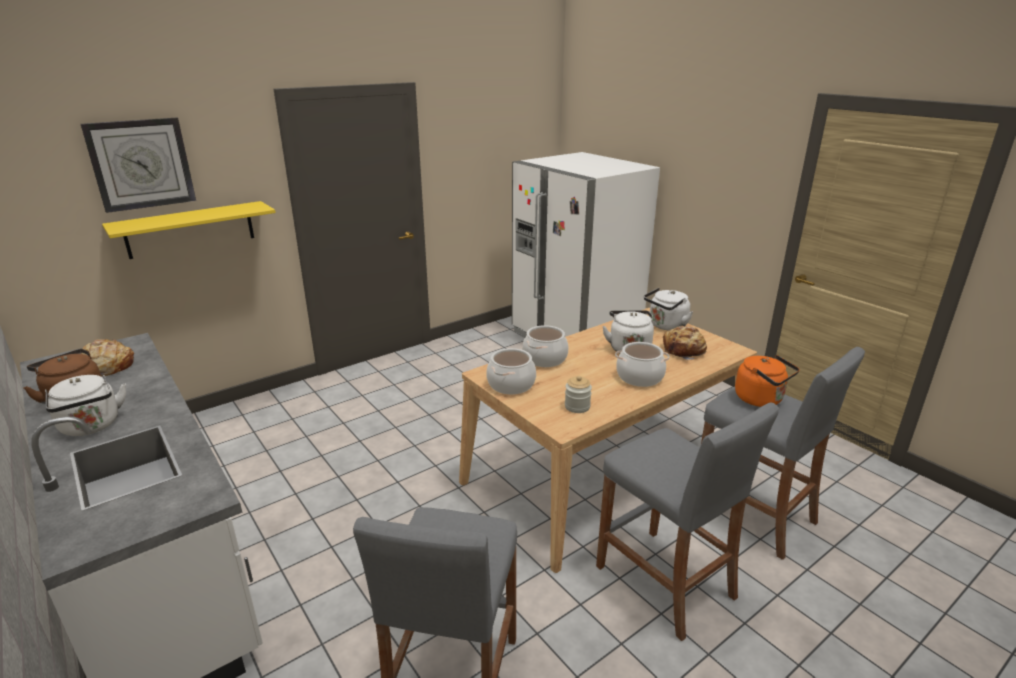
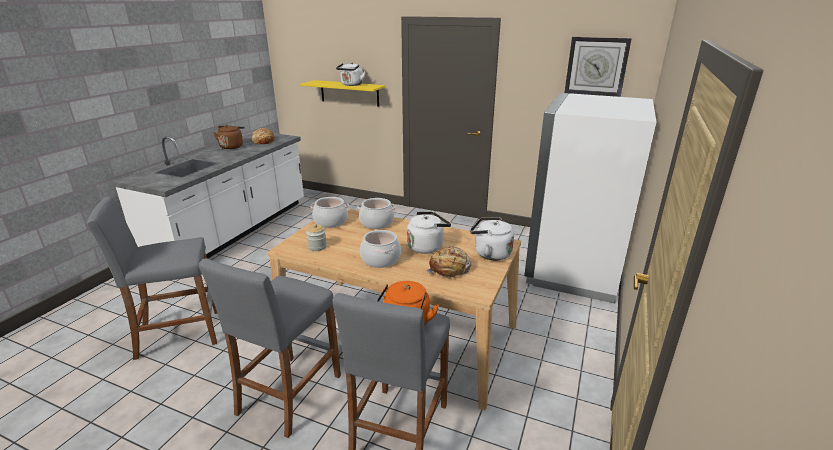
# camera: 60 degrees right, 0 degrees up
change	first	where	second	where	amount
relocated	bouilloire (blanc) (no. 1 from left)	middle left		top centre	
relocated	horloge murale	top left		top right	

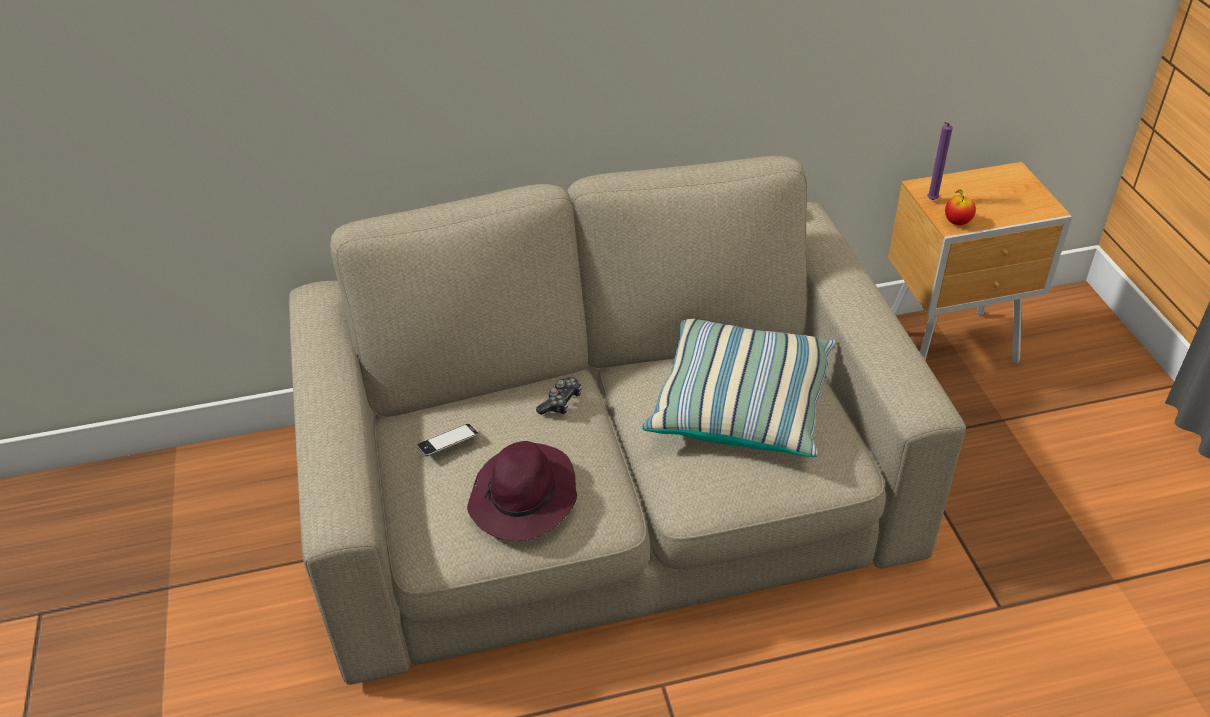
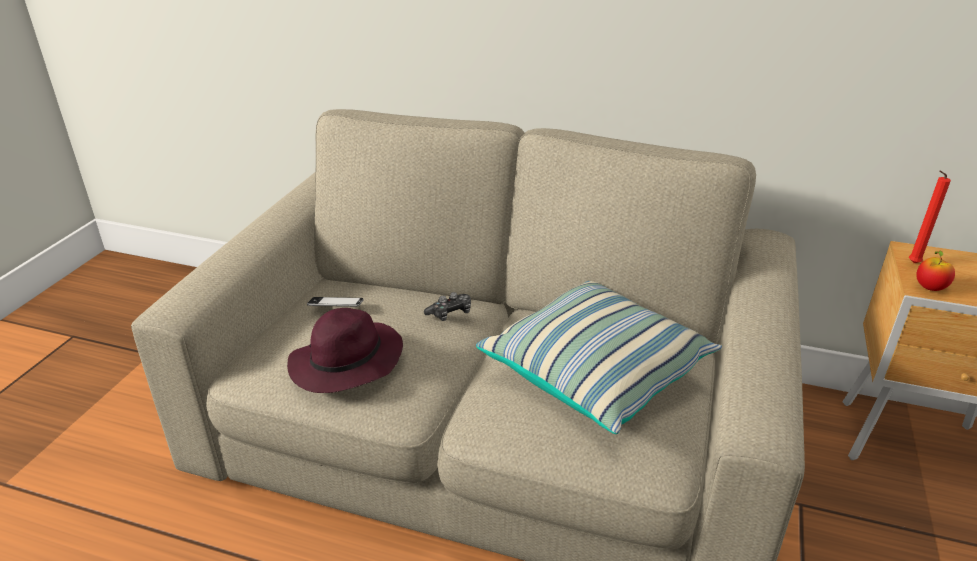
# camera: 30 degrees right, 10 degrees down
change	first	where	second	where	amount
colour	bougie (violet)	top right	bougie (rouge)	middle right	

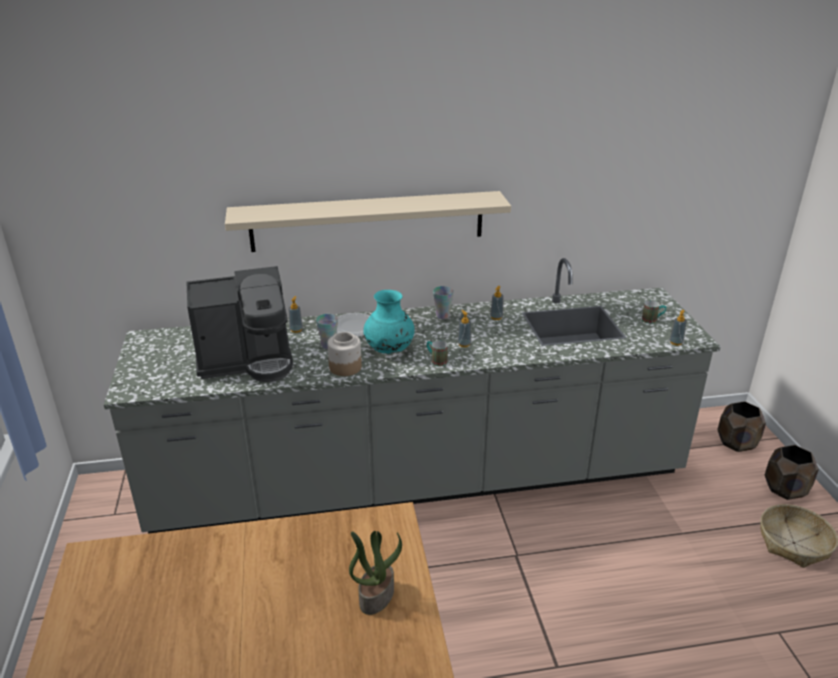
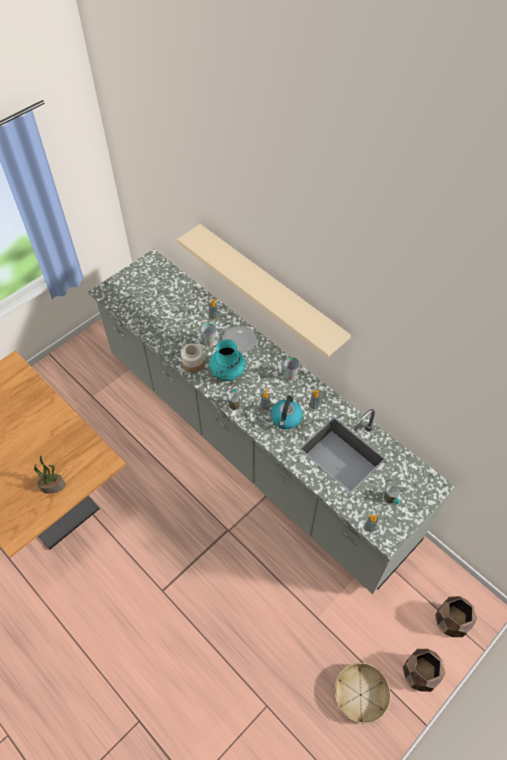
# camera: 55 degrees right, 25 degrees up
change	first	where	second	where	amount
missing	machine à café	middle left			
appeared			bouilloire	centre	

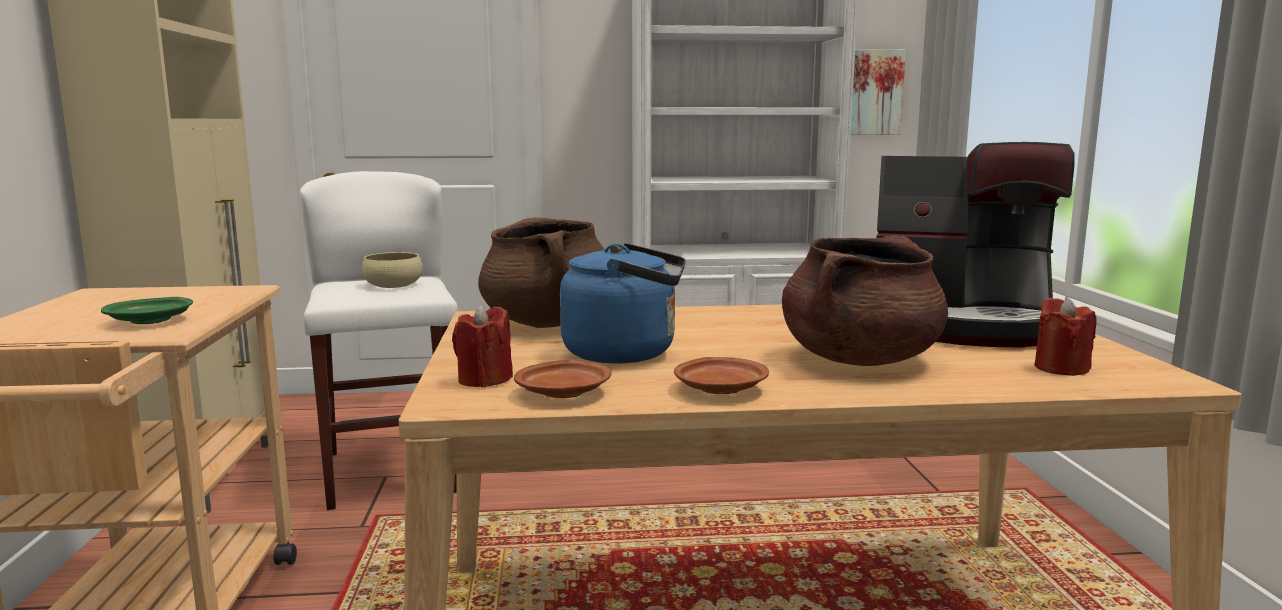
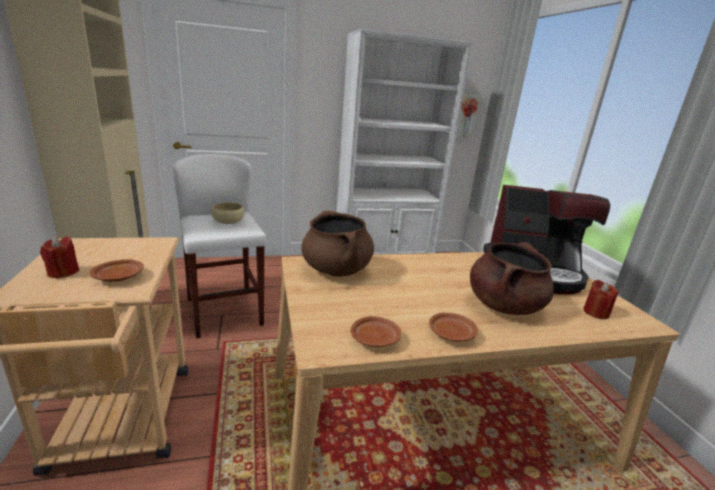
# camera: 10 degrees left, 10 degrees up
change	first	where	second	where	amount
missing	bouilloire (bleu)	centre			
relocated	bougie (rouge) (no. 1 from left)	centre		middle left	
colour	assiette (vert)	middle left	assiette (marron) (no. 1 from left)	middle left	

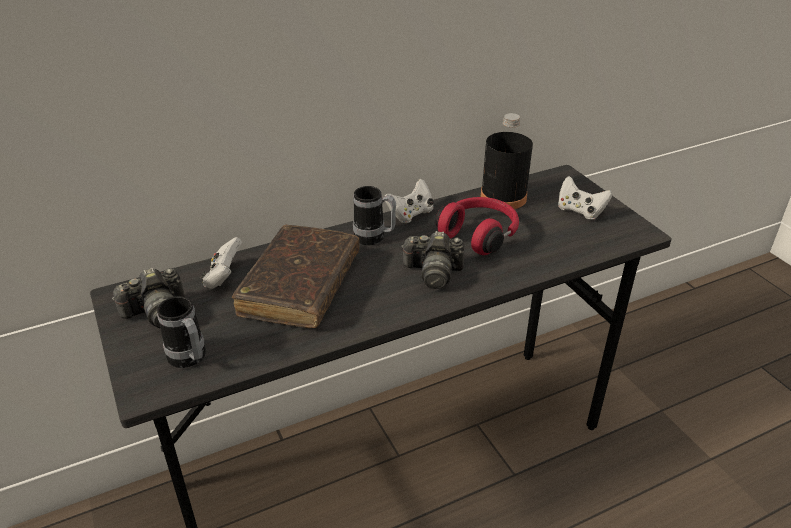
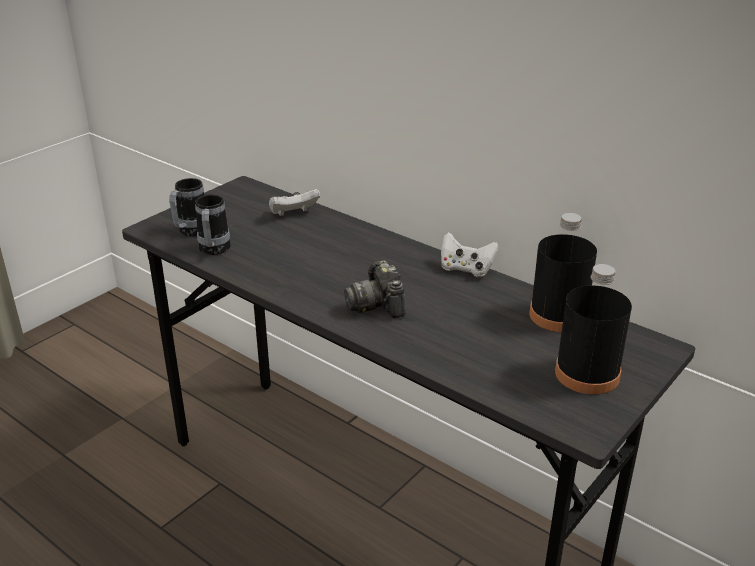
# camera: 65 degrees right, 5 degrees down
change	first	where	second	where	amount
missing	appareil photo (no. 1 from left)	middle left			
missing	livre (marron)	centre			
missing	casque audio (rouge)	centre			
relocated	mug (no. 2 from left)	centre		middle left	
exchanged	manette (blanc) (no. 3 from left)	middle right	bouteille (noir) (no. 2 from left)	middle right	

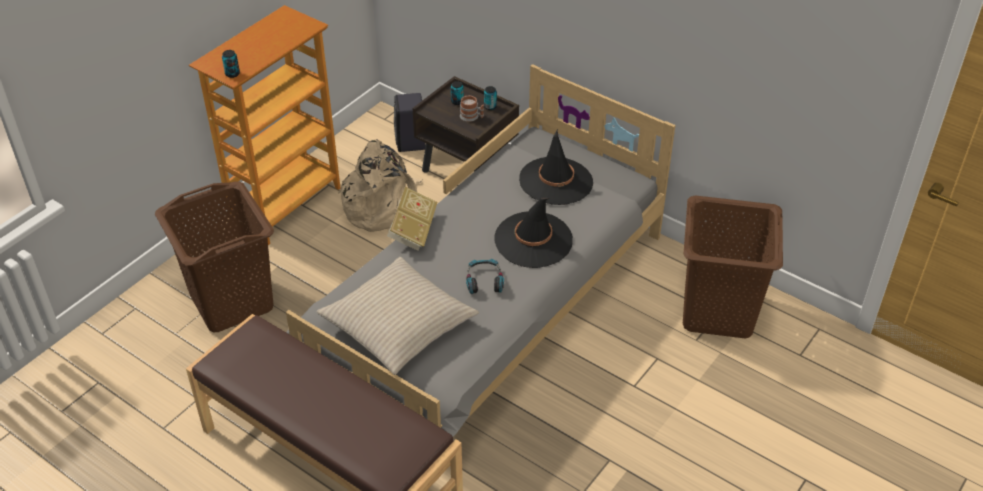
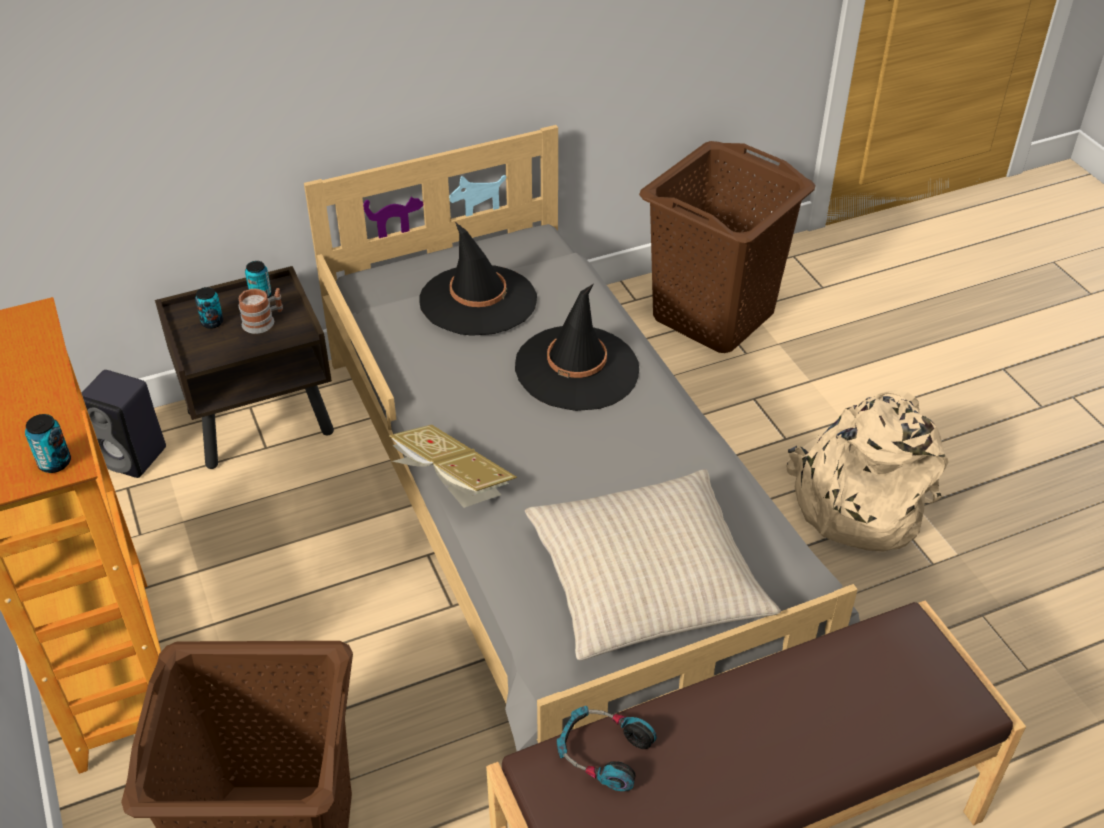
# camera: 60 degrees left, 0 degrees up
change	first	where	second	where	amount
relocated	sac à dos (beige)	centre		middle right	
relocated	casque audio	centre		bottom centre	

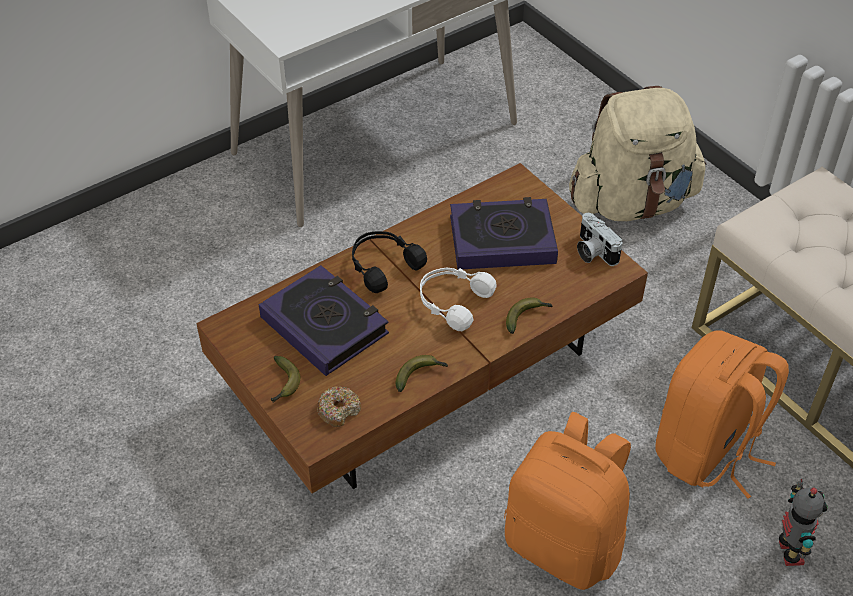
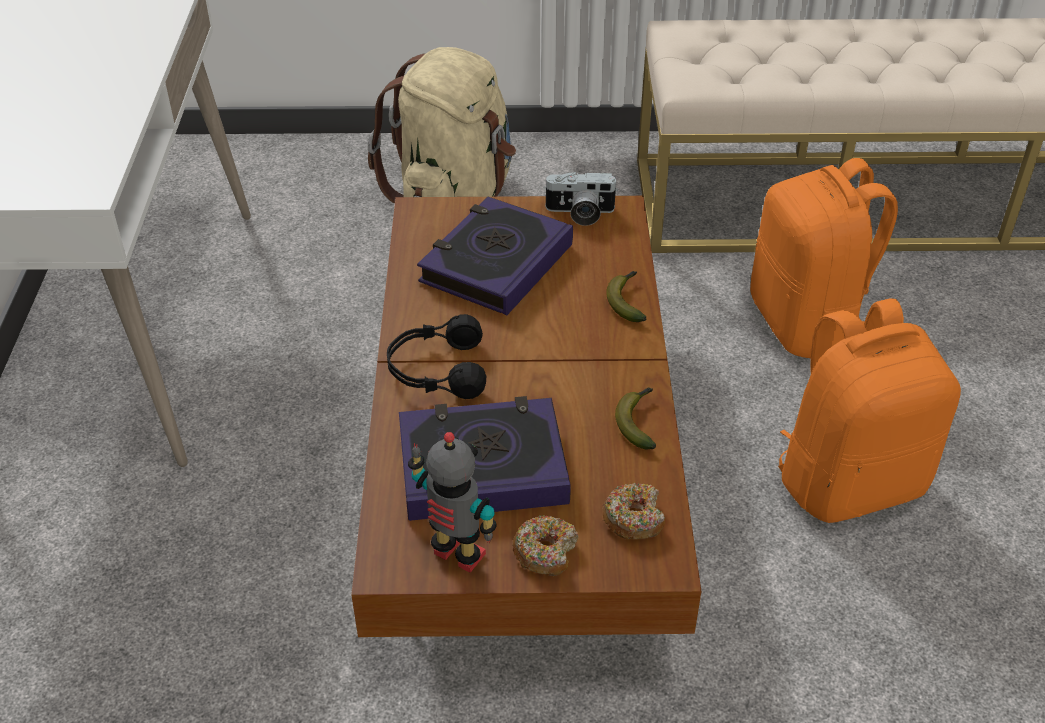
# camera: 55 degrees left, 5 degrees down
change	first	where	second	where	amount
missing	casque audio (blanc)	centre			
relocated	robot jouet	bottom right		bottom centre	
exchanged	banane (no. 1 from left)	centre	beignet (no. 1 from left)	bottom centre	

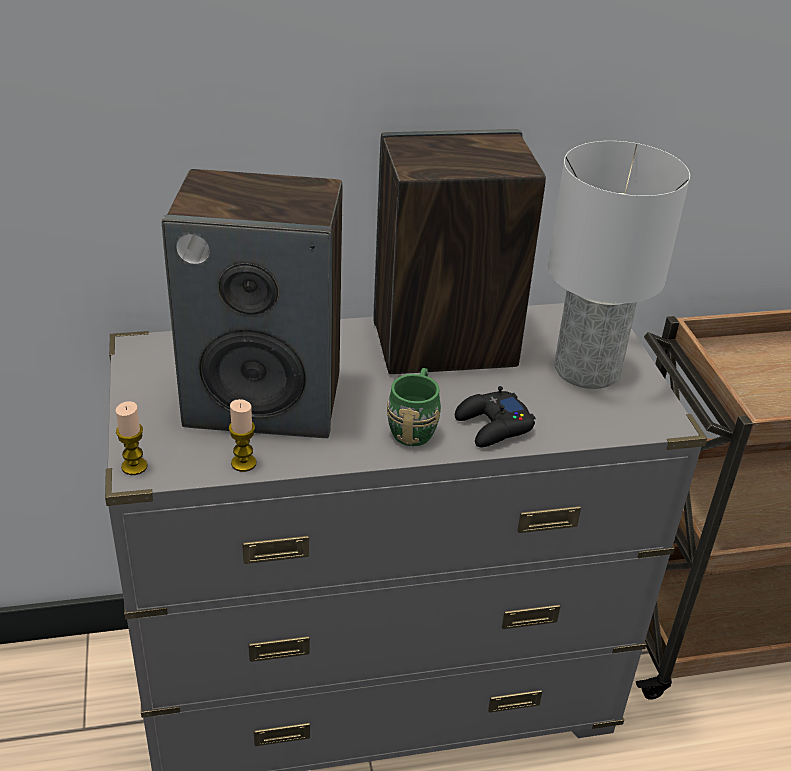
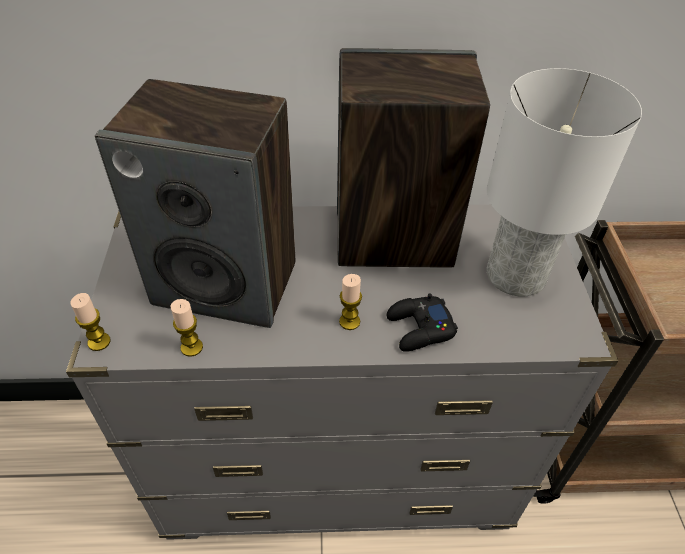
# camera: 10 degrees right, 10 degrees up
change	first	where	second	where	amount
exchanged	mug (vert)	centre	bougie (no. 3 from left)	centre	

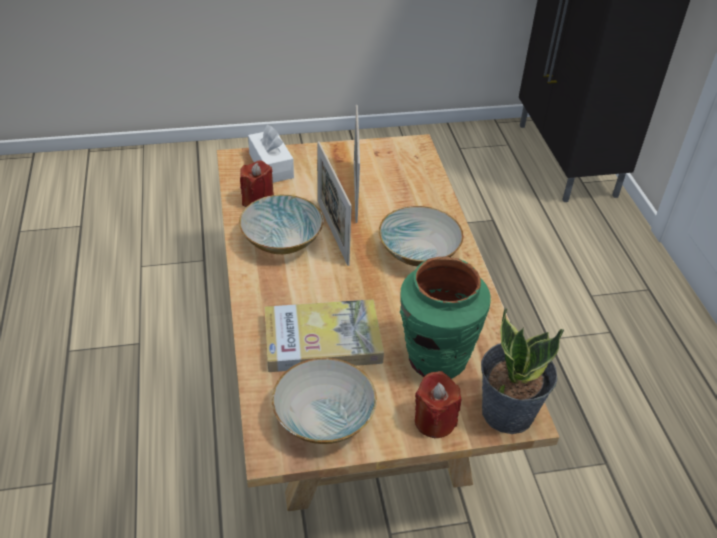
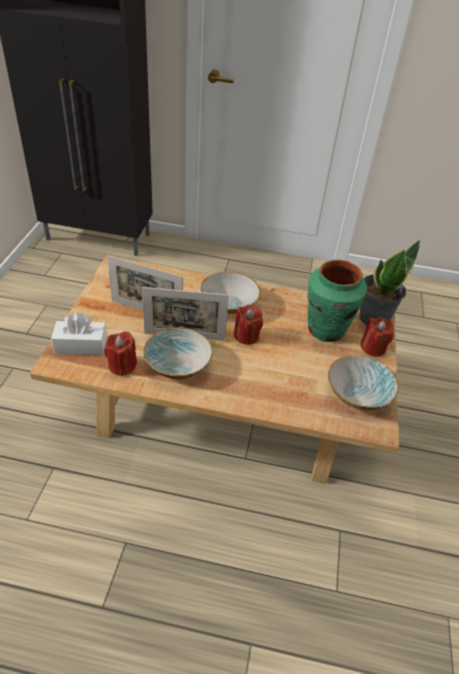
# camera: 70 degrees left, 0 degrees up
change	first	where	second	where	amount
missing	livre	centre			
appeared			bougie (rouge) (no. 2 from left)	centre	

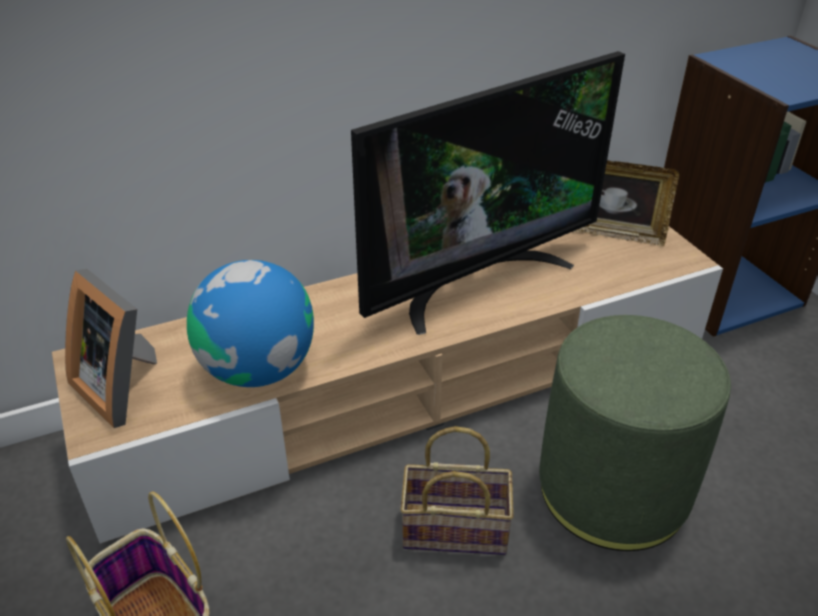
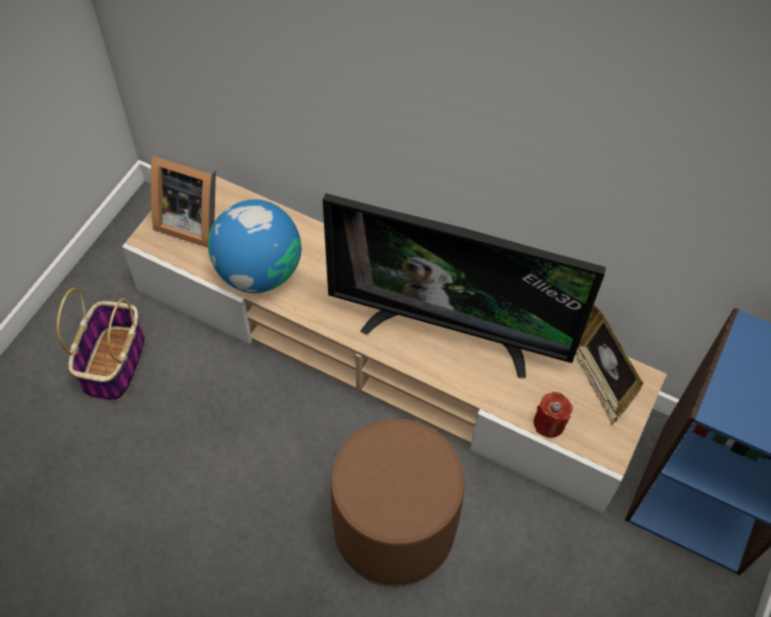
# camera: 50 degrees right, 20 degrees up
change	first	where	second	where	amount
missing	panier (no. 2 from left)	bottom centre			
appeared			bougie (rouge)	bottom right	
colour	pouf (vert)	bottom right	pouf (marron)	bottom centre	
spun	cadre photo (no. 1 from left)	middle left		top left	75 degrees counterclockwise

